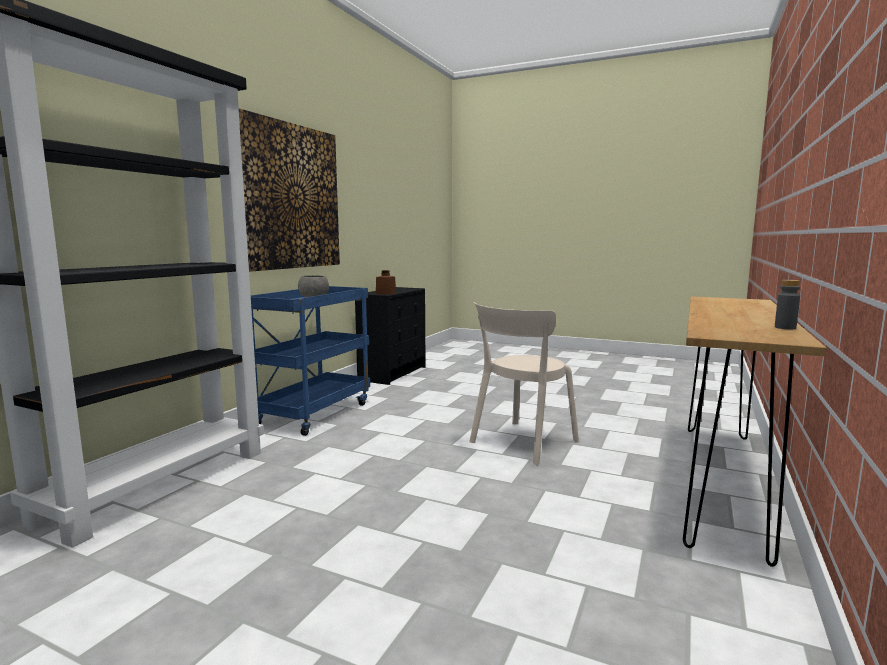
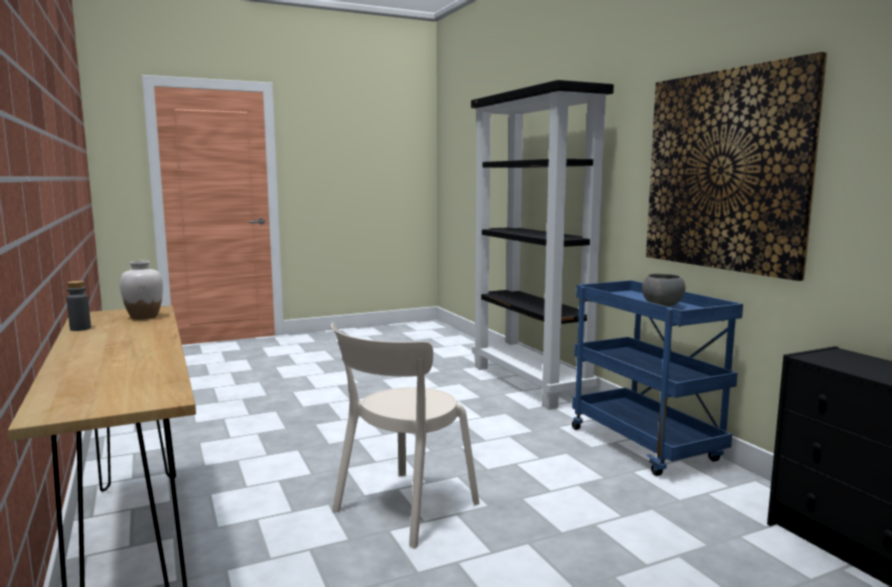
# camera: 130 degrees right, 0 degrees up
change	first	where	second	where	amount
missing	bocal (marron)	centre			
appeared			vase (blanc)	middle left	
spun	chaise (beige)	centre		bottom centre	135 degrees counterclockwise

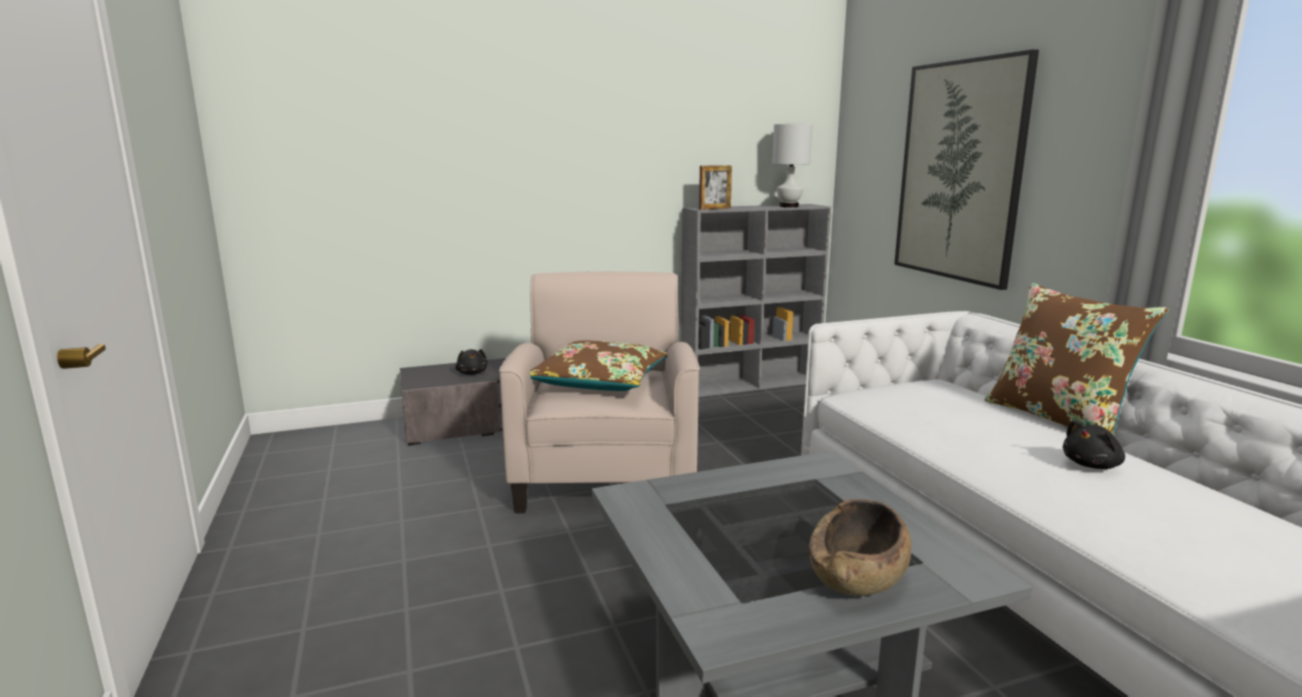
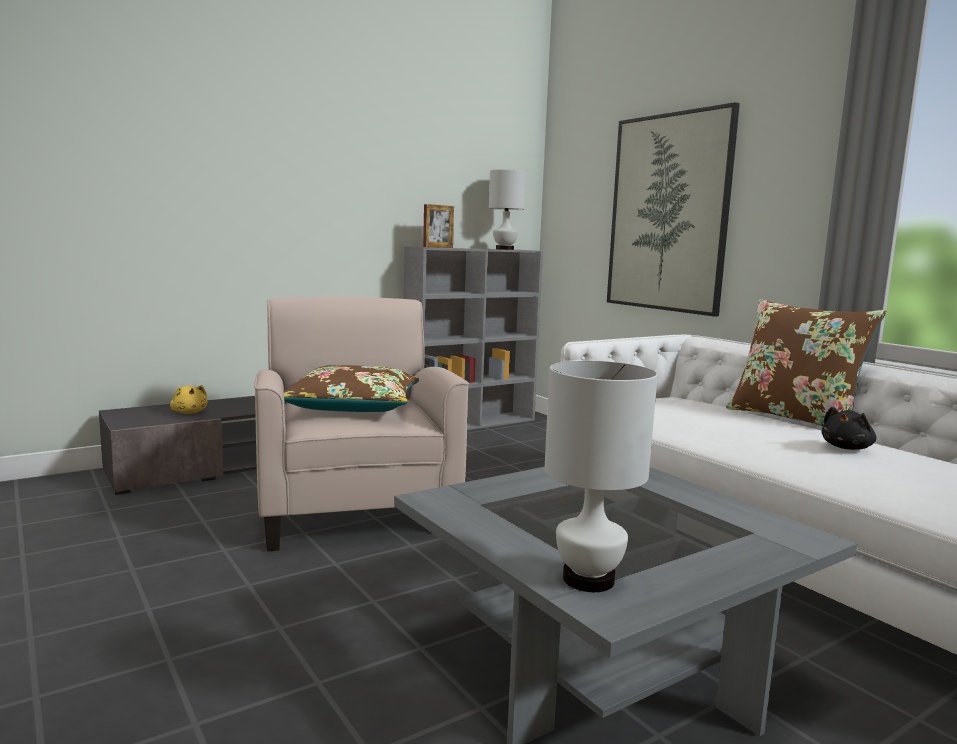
# camera: 15 degrees left, 5 degrees down
change	first	where	second	where	amount
missing	bol (marron)	bottom centre			
appeared			lampe de table (blanc) (no. 2 from left)	centre	
colour	peluche (noir) (no. 1 from left)	centre	peluche (jaune)	middle left	

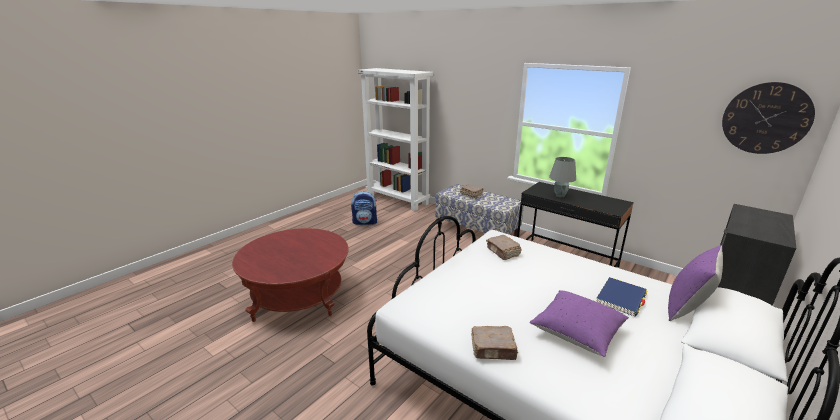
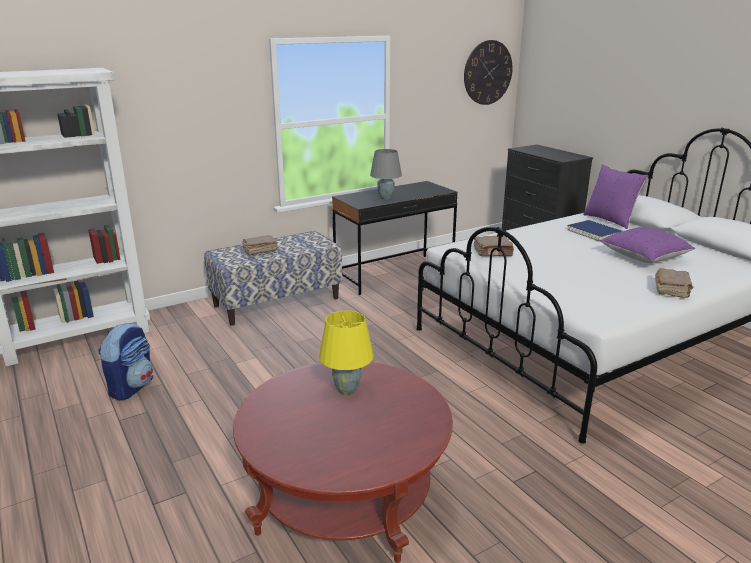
# camera: 70 degrees left, 0 degrees up
change	first	where	second	where	amount
appeared			lampe de table (jaune)	centre	

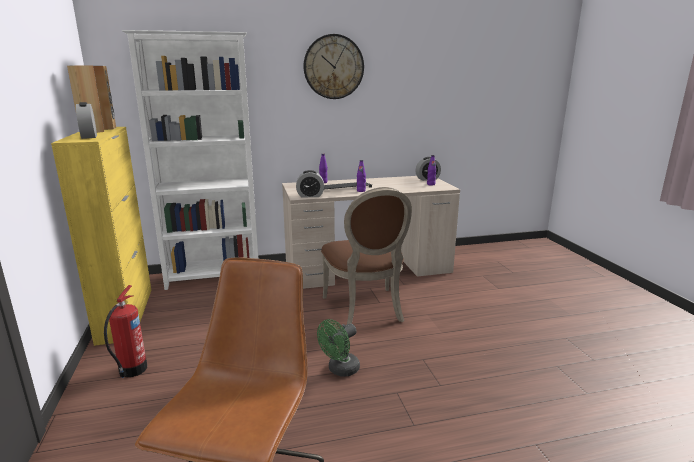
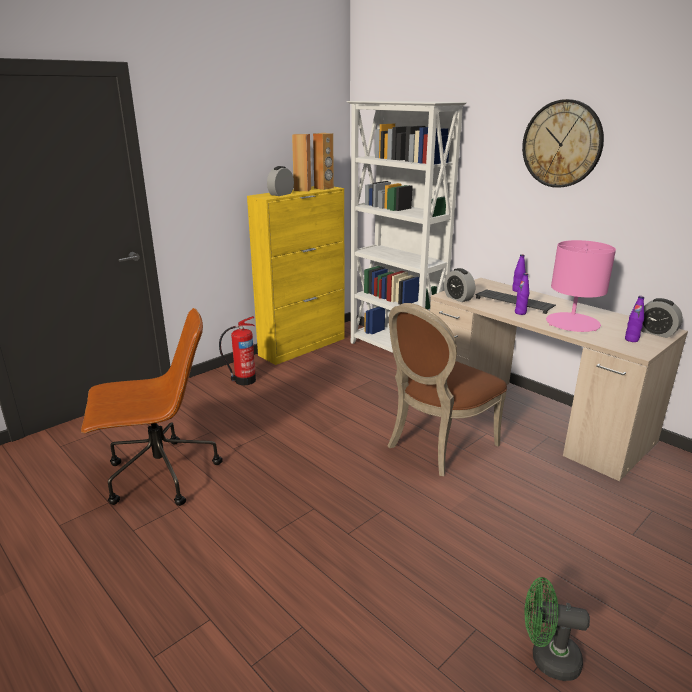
# camera: 60 degrees right, 5 degrees up
change	first	where	second	where	amount
appeared			lampe de table (rose)	middle right	
relocated	ventilateur (vert)	bottom centre		bottom right	

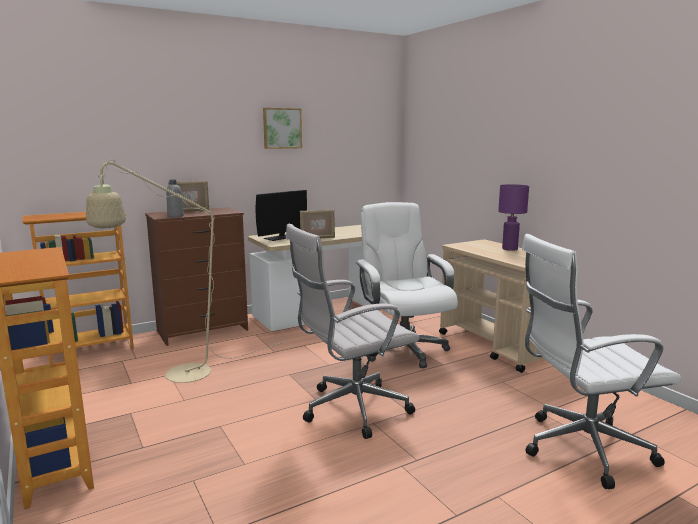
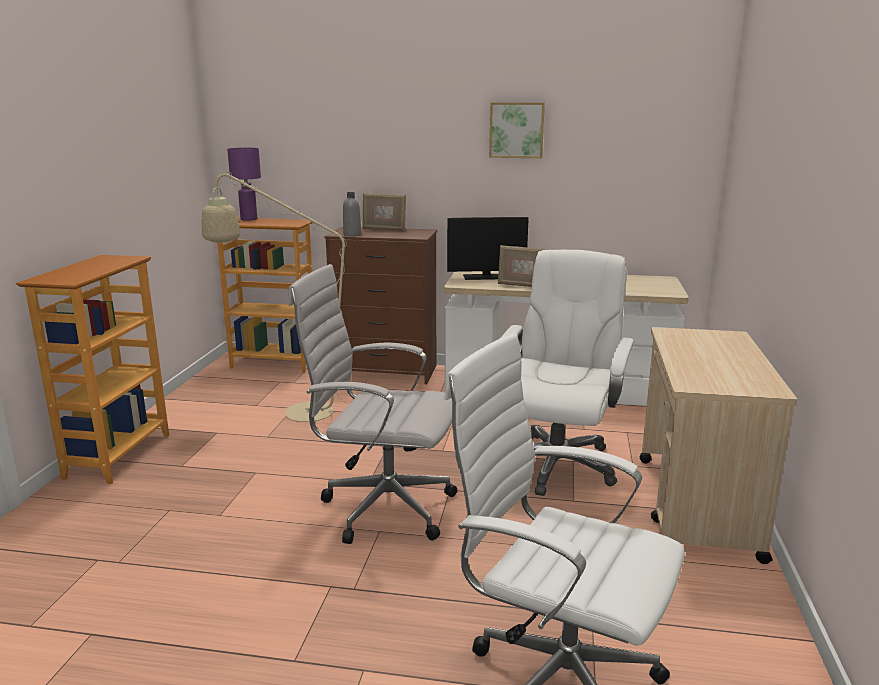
# camera: 40 degrees right, 5 degrees up
change	first	where	second	where	amount
relocated	lampe de table (violet)	middle right		top left	

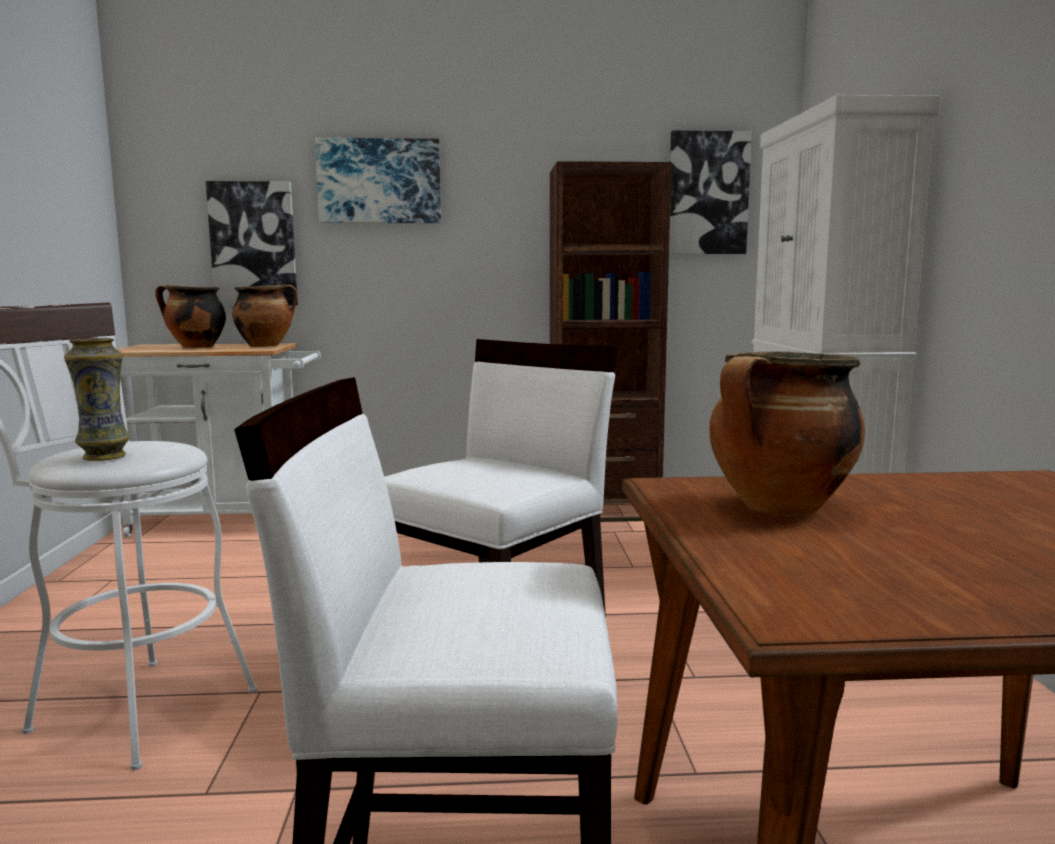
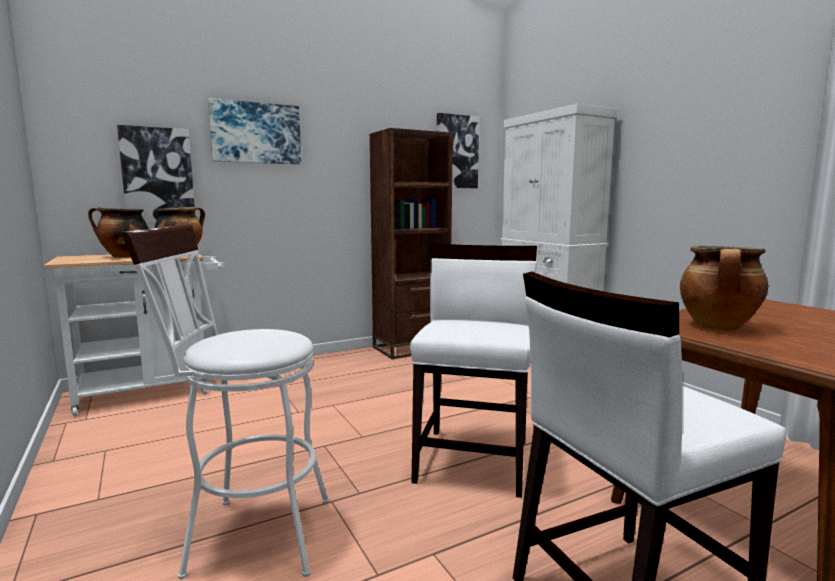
# camera: 25 degrees left, 0 degrees up
change	first	where	second	where	amount
missing	vase	middle left			

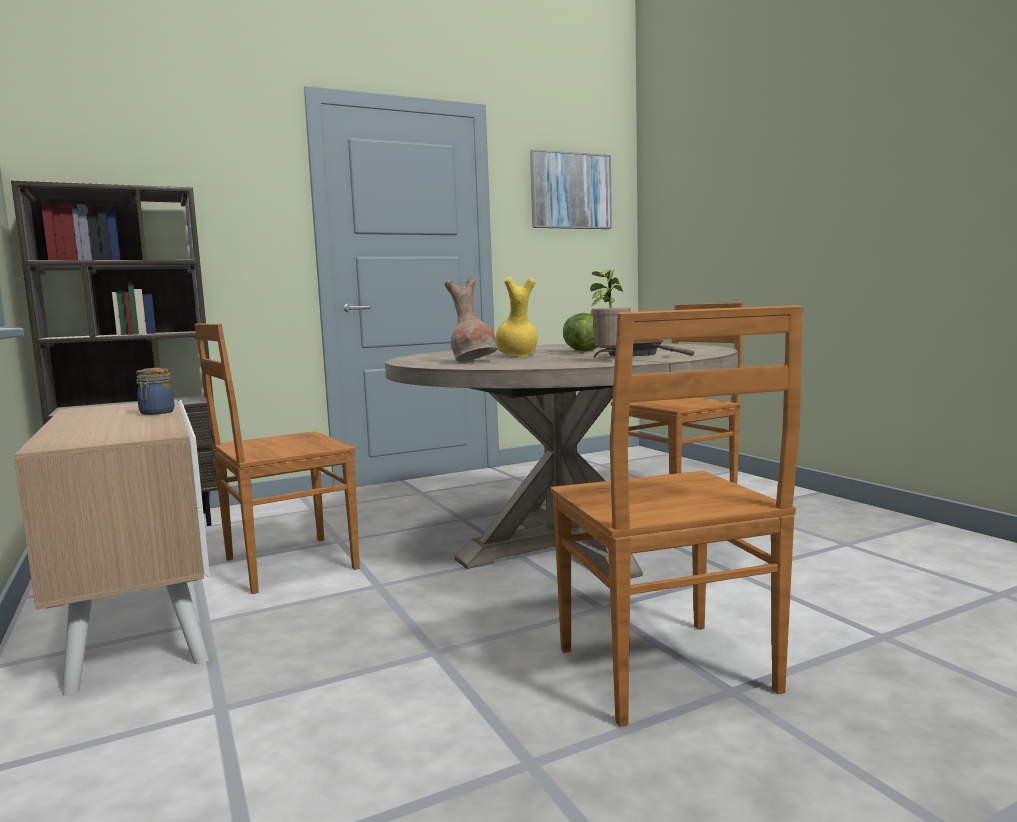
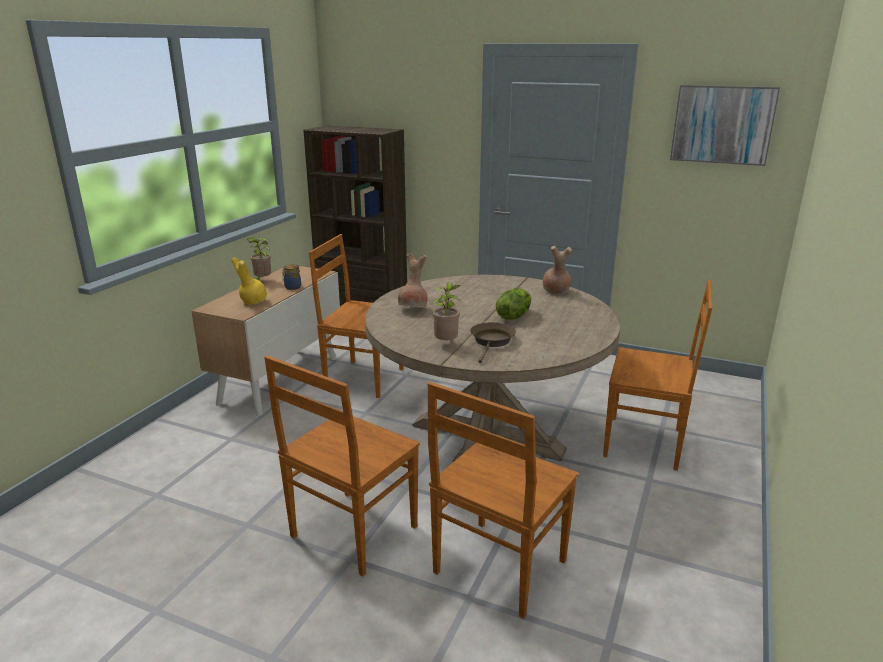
# camera: 50 degrees right, 15 degrees up
change	first	where	second	where	amount
appeared			plante en pot (no. 1 from left)	middle left	
appeared			chaise (marron) (no. 3 from left)	bottom centre	
appeared			vase (marron) (no. 2 from left)	centre	
relocated	vase (jaune)	centre		middle left	

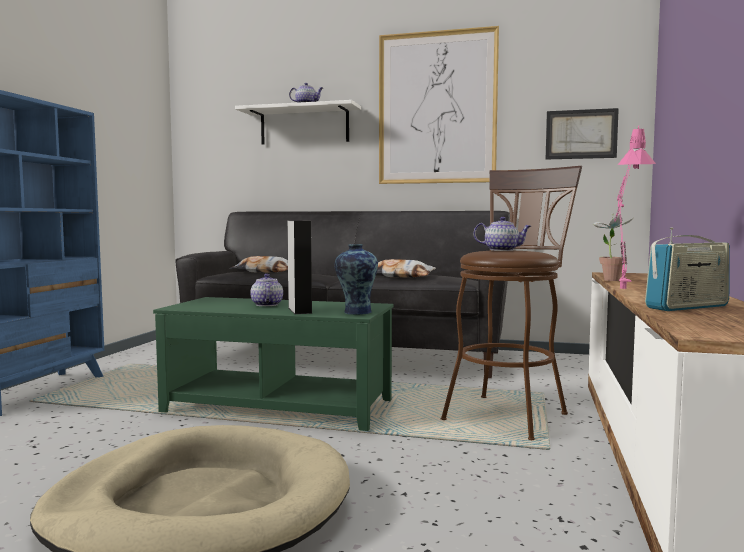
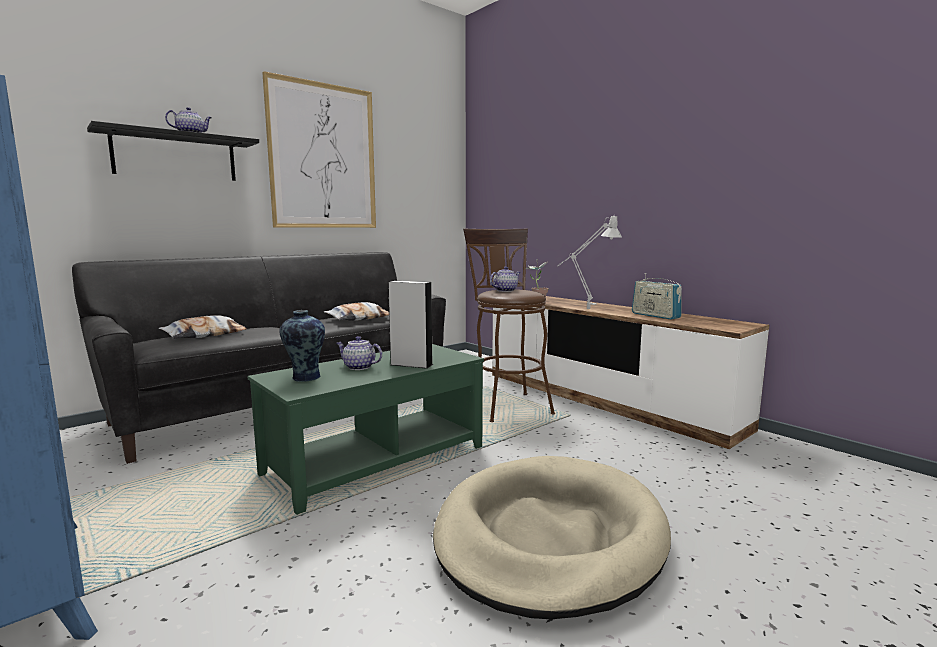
# camera: 55 degrees left, 5 degrees up
change	first	where	second	where	amount
missing	tableau (no. 2 from left)	top right			
relocated	vase	centre		middle left	
colour	étagère (blanc)	top centre	étagère (noir)	top left	
colour	lampe de table (rose)	middle right	lampe de table (gris)	centre	
spun	radio	middle right		middle right	135 degrees clockwise

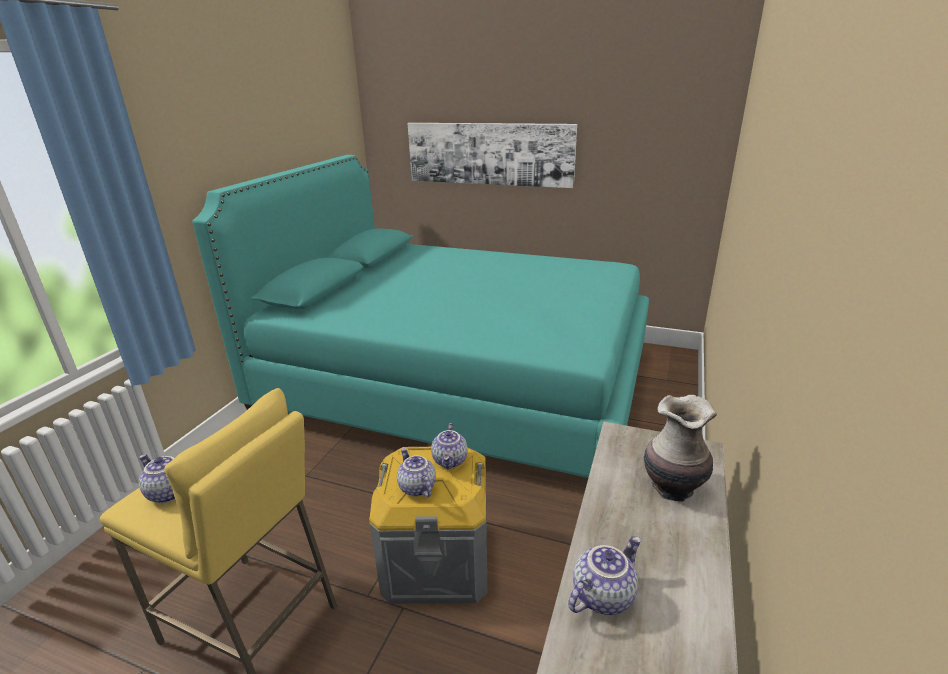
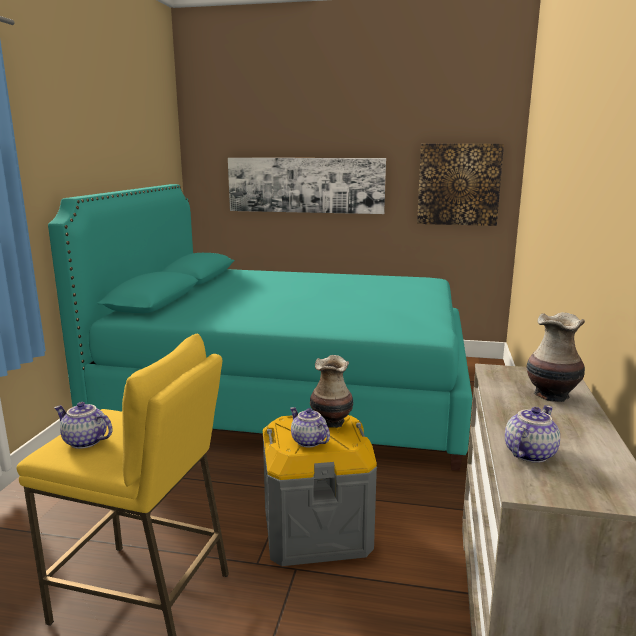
# camera: 10 degrees left, 10 degrees down
change	first	where	second	where	amount
appeared			tableau (no. 2 from left)	top right	
exchanged	théière (no. 3 from left)	centre	vase (no. 1 from left)	centre	

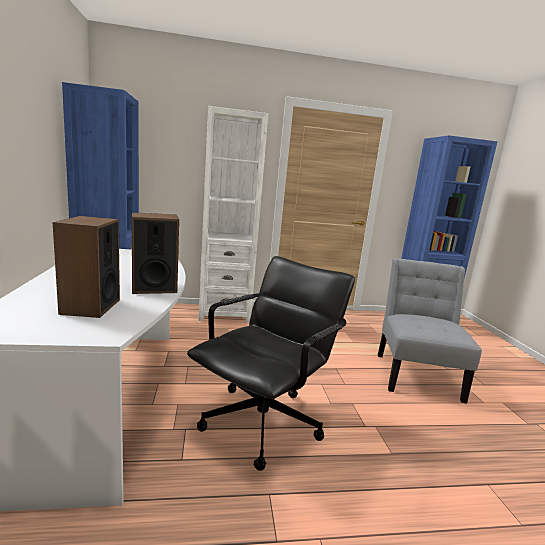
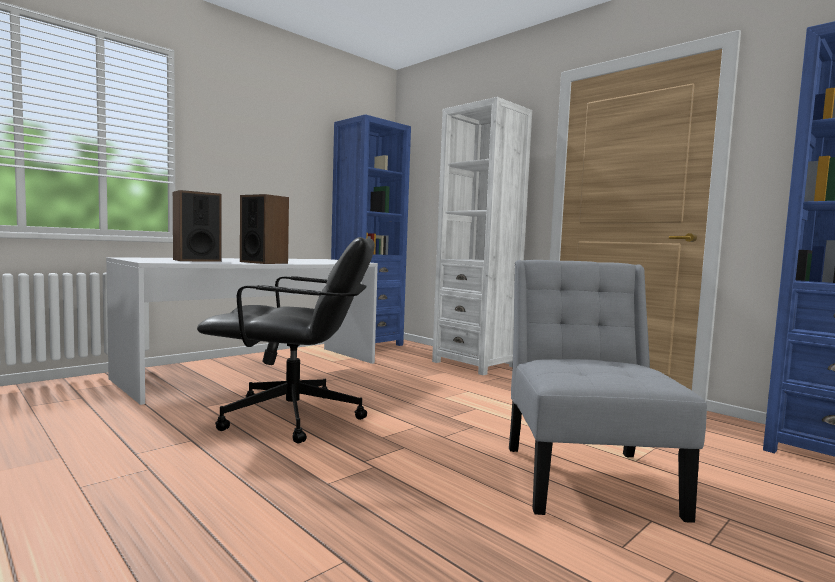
# camera: 55 degrees right, 10 degrees down
change	first	where	second	where	amount
spun	chaise (gris)	middle right		bottom right	60 degrees counterclockwise

